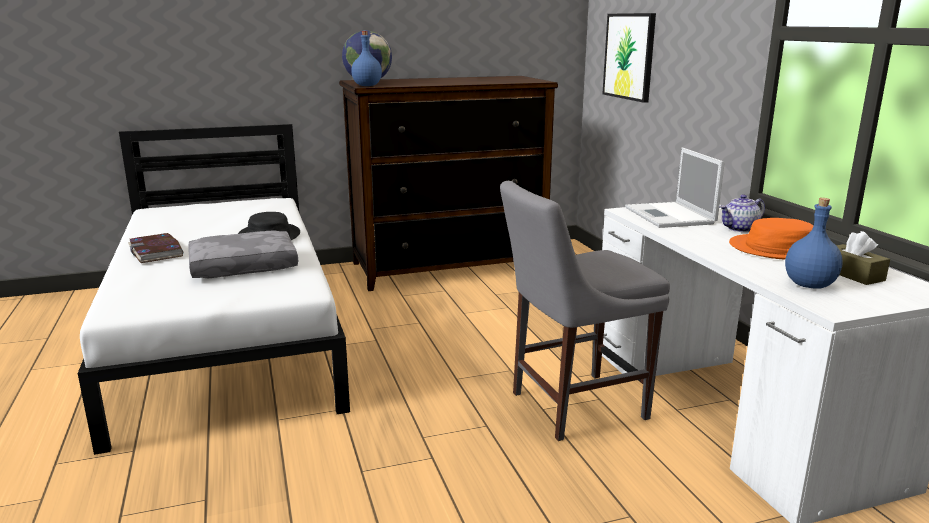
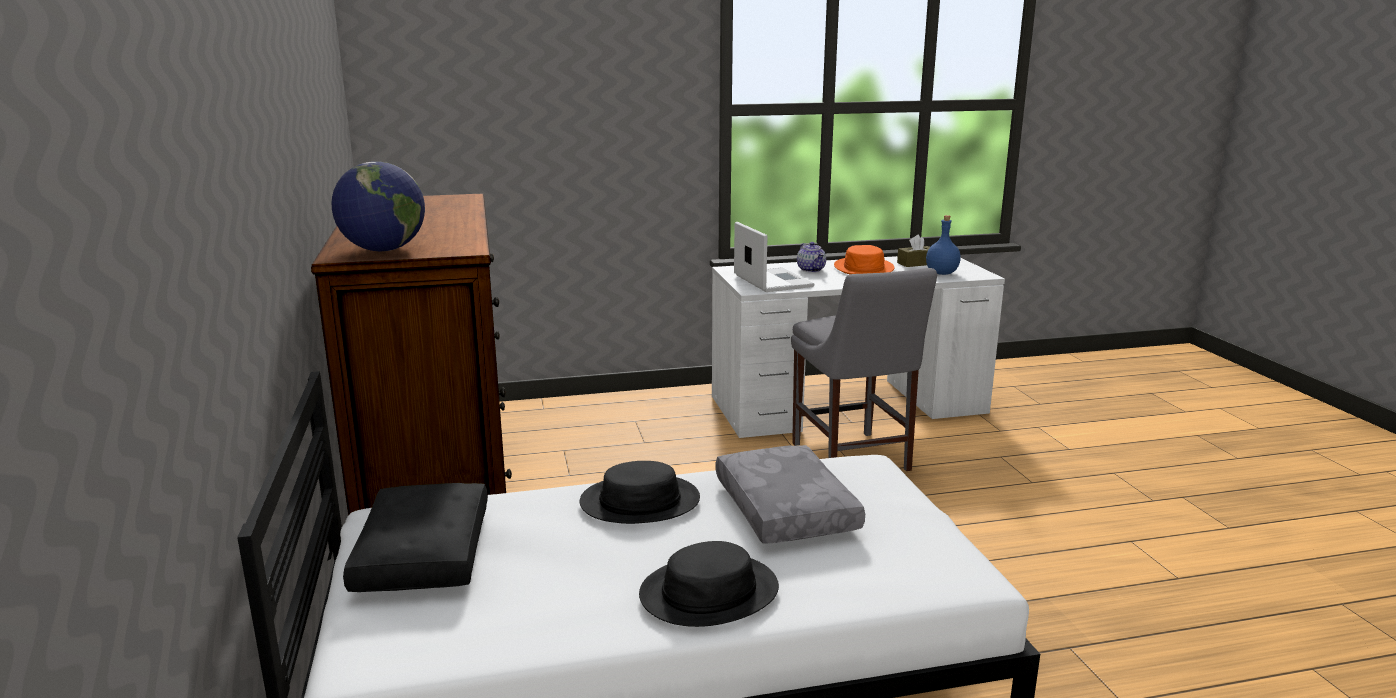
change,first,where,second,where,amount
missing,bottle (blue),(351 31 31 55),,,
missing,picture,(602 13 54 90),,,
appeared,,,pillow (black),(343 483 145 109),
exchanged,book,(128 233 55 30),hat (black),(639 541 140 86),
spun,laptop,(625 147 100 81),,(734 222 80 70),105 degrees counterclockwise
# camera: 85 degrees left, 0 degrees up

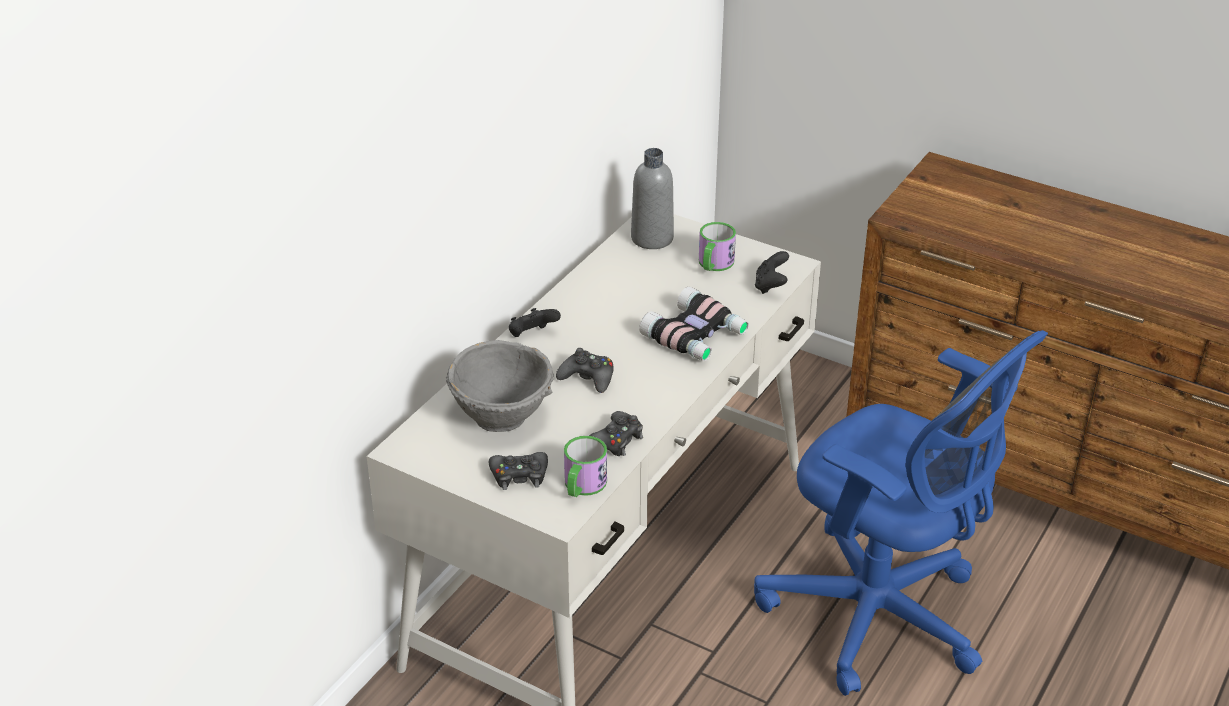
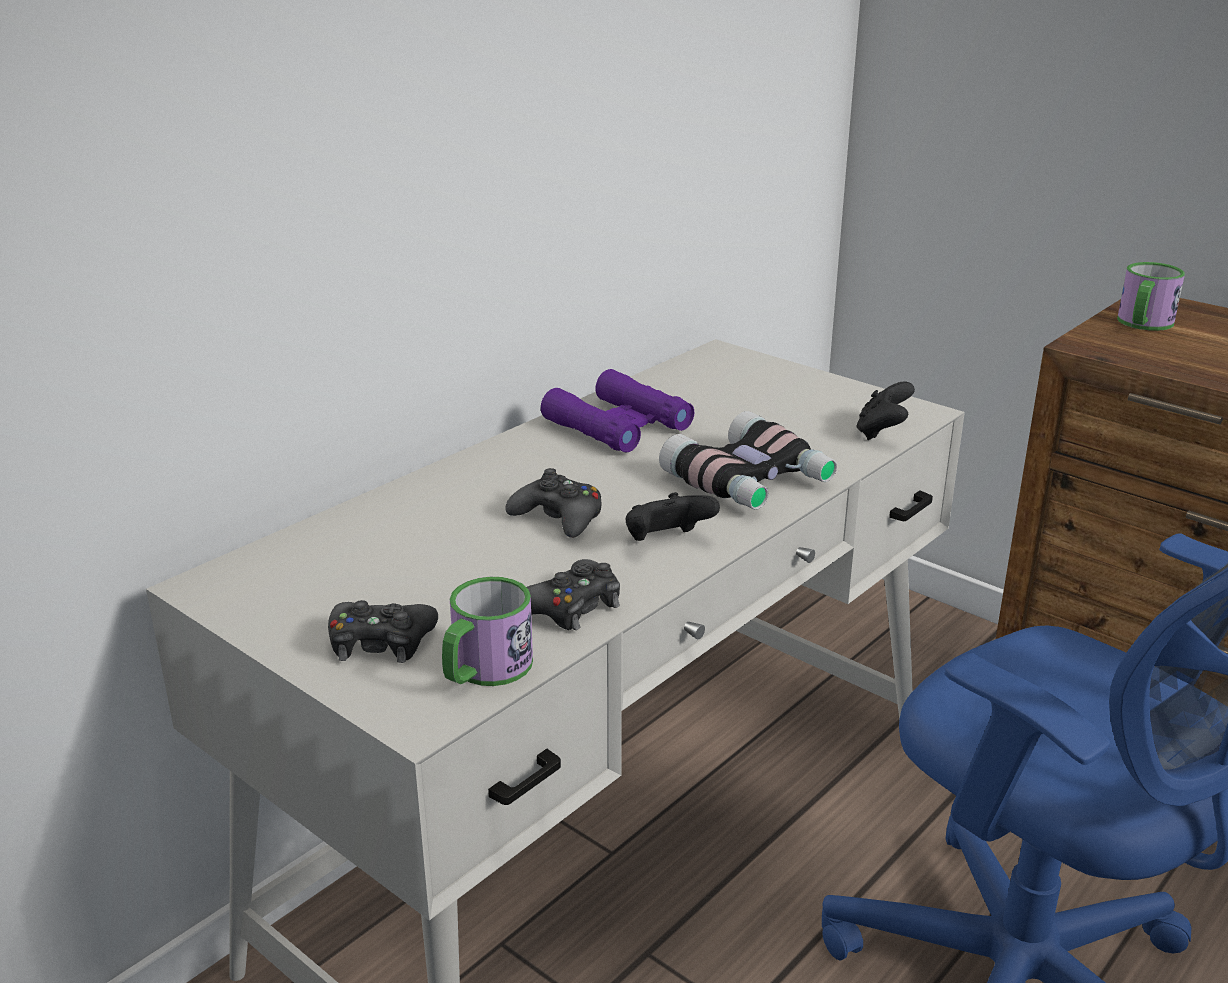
change,first,where,second,where,amount
missing,bowl (grey),(446 340 107 92),,,
missing,bottle (grey),(631 148 43 101),,,
appeared,,,binoculars (purple),(541 369 153 84),
relocated,game controller (black),(509 308 52 29),,(626 492 94 49),
relocated,mug,(699 222 37 49),,(1117 262 68 69),
# camera: 10 degrees right, 10 degrees down

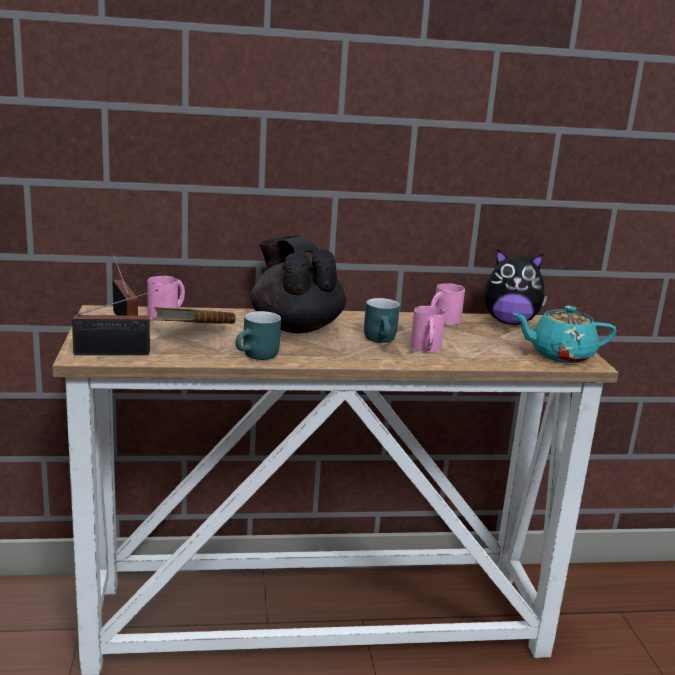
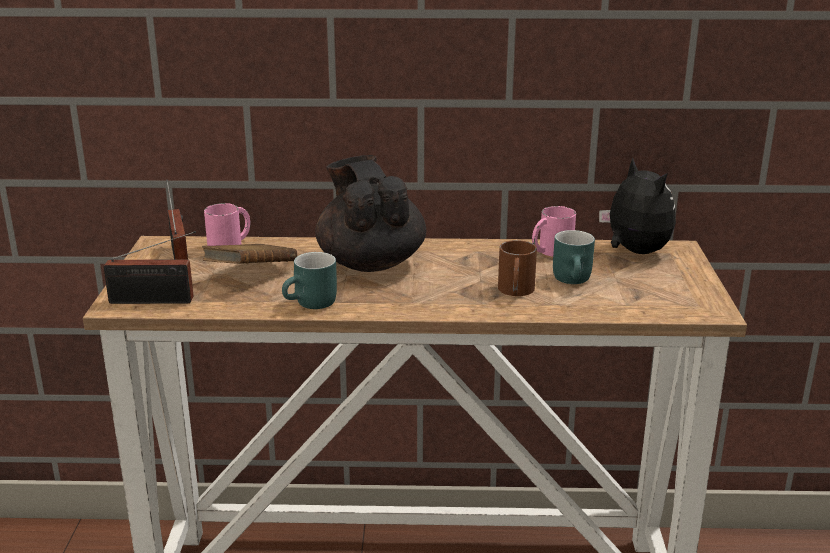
change,first,where,second,where,amount
missing,teapot (turquoise),(513 306 103 57),,,
relocated,mug (turquoise),(364 298 36 45),,(553 230 42 54),
colour,mug (pink),(411 306 34 46),mug (brown),(498 240 39 56),
spun,plush toy,(484 249 64 76),,(599 158 77 96),135 degrees counterclockwise
# camera: 10 degrees right, 5 degrees up

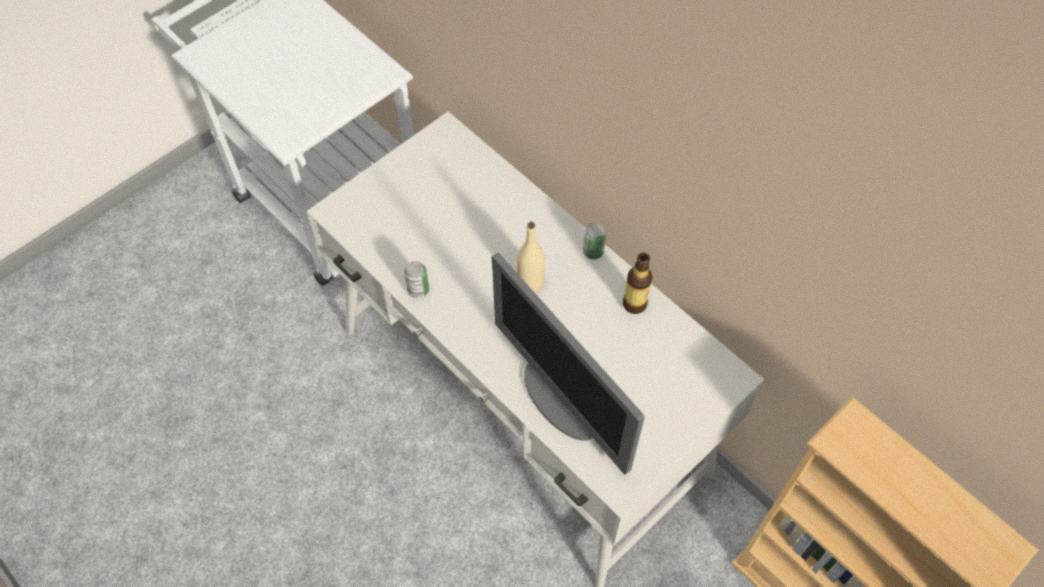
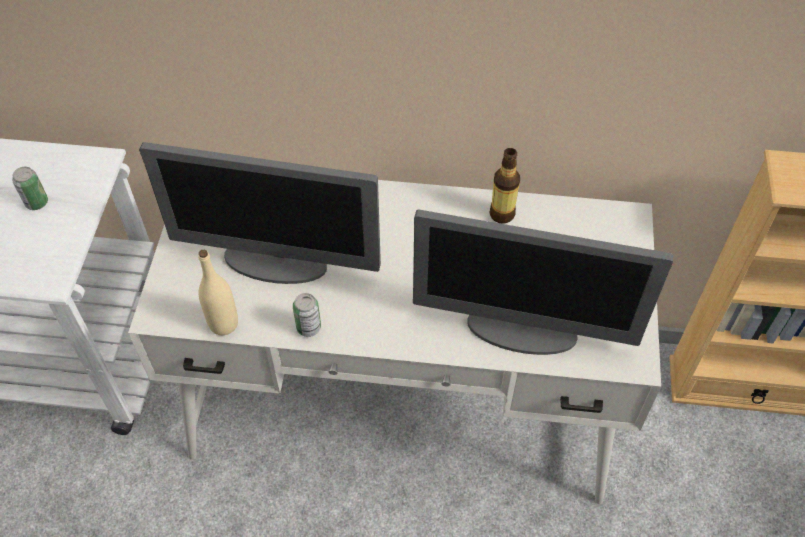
change,first,where,second,where,amount
appeared,,,monitor,(139 142 242 142),
relocated,bottle (beige),(517 222 28 71),,(198 250 40 85),
relocated,can,(583 222 23 37),,(12 167 36 43),
# camera: 40 degrees left, 5 degrees down

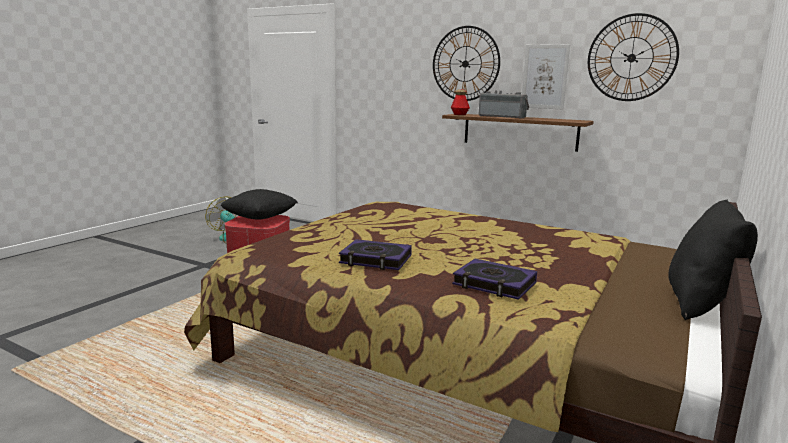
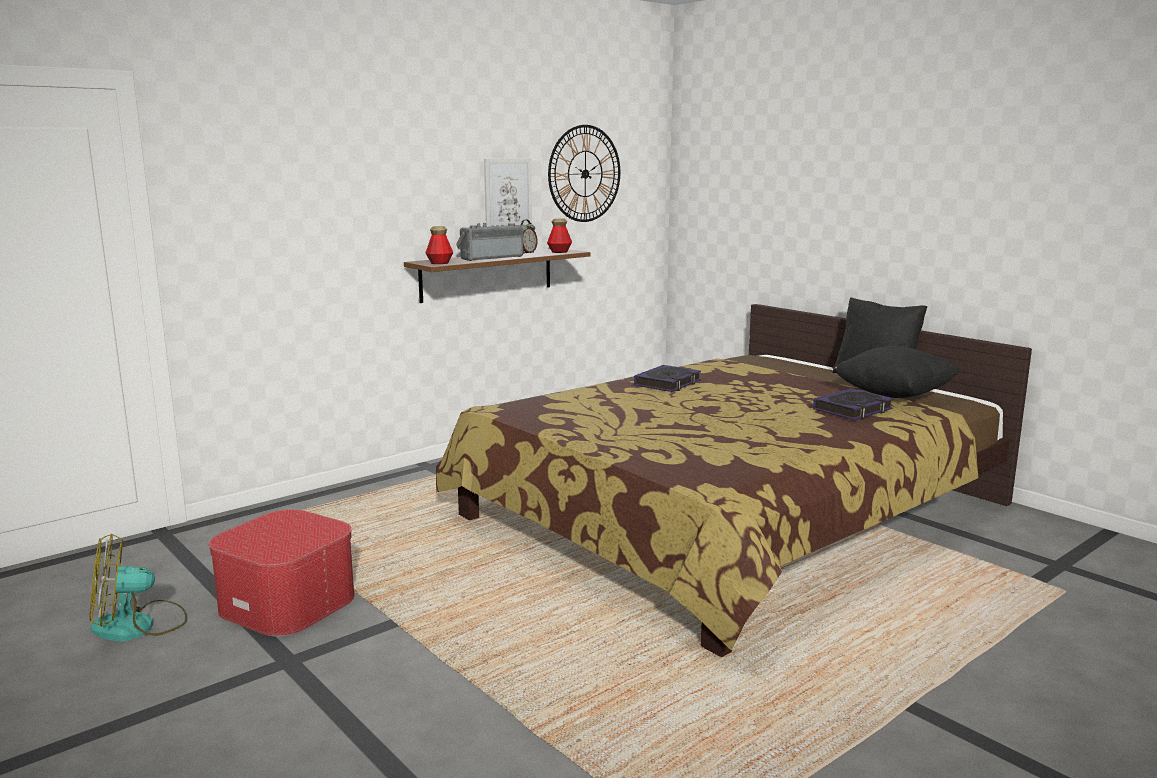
change,first,where,second,where,amount
missing,wall clock,(433 26 67 75),,,
appeared,,,alarm clock,(520 219 17 35),
appeared,,,bottle,(547 218 25 35),
relocated,pillow (black),(221 189 77 31),,(832 346 129 52),
relocated,book,(339 239 73 31),,(634 365 67 27),
# camera: 70 degrees left, 0 degrees up

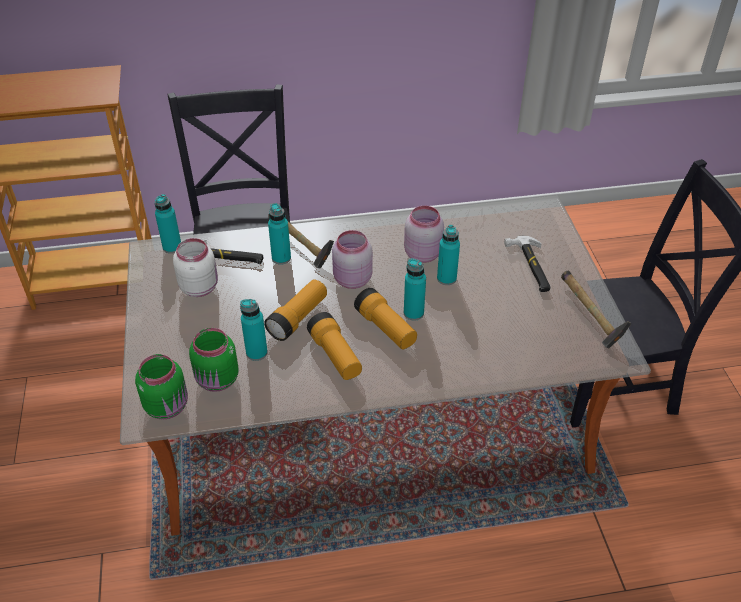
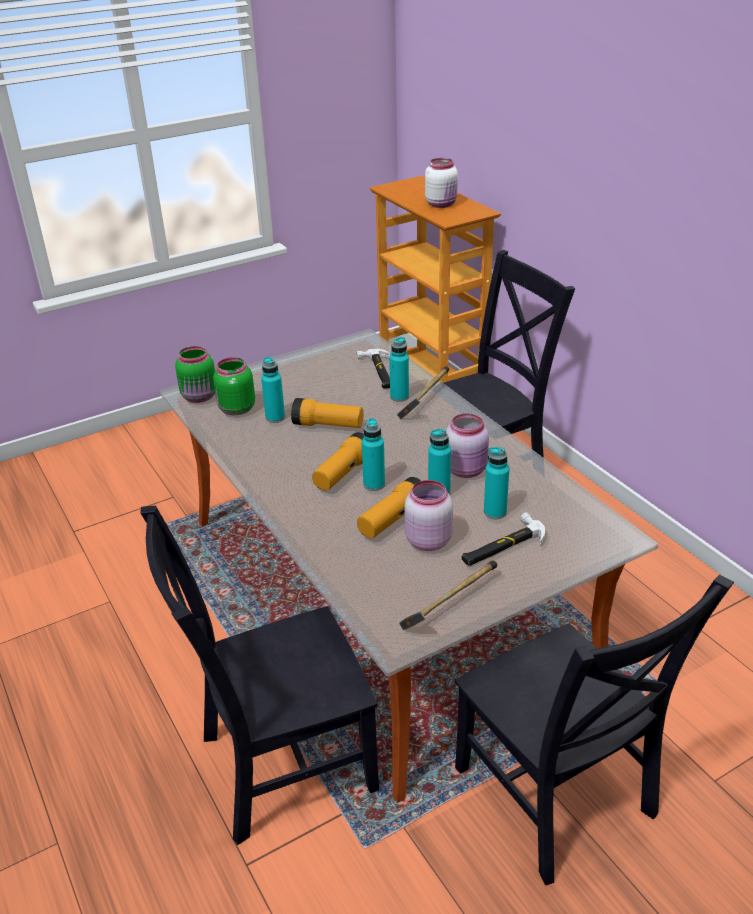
change,first,where,second,where,amount
appeared,,,chair (black),(140 506 239 339),
relocated,bottle (turquoise),(155 194 26 60),,(484 447 25 72),
relocated,jar (white),(173 238 45 59),,(425 158 33 50),
relocated,flashlight,(307 312 55 68),,(357 477 64 61),
relocated,jar (pink),(332 230 41 59),,(404 480 49 71),
# camera: 70 degrees right, 10 degrees down

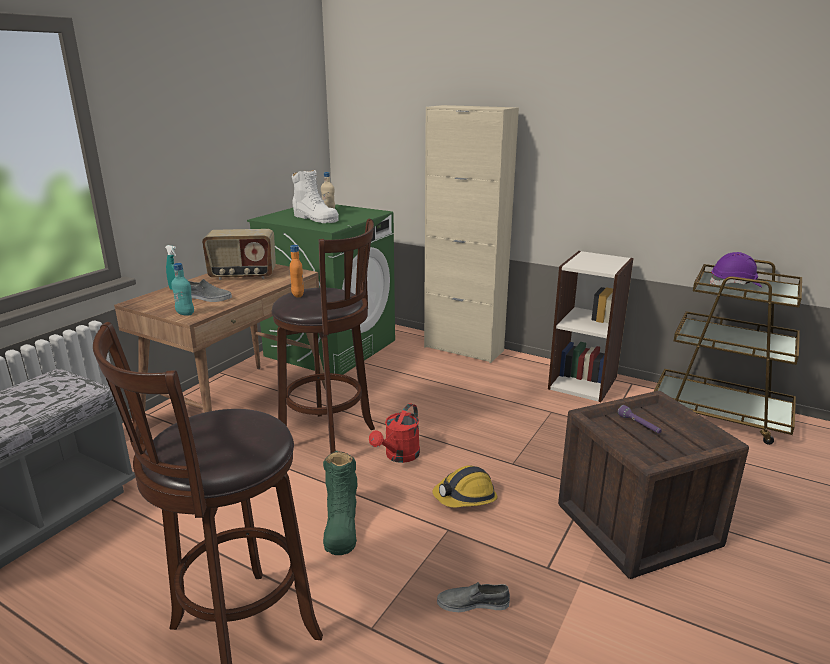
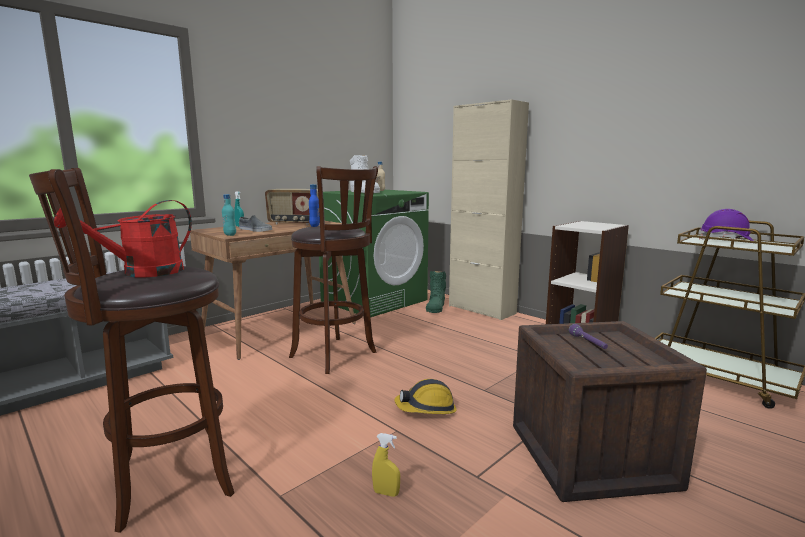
change,first,where,second,where,amount
relocated,boot (green),(323 451 35 104),,(426 271 20 42),
relocated,watering can (red),(369 403 51 60),,(54 200 138 77),
exchanged,shoe (grey),(437 582 73 30),spray bottle (yellow),(372 433 28 64),
colour,bottle (orange),(290 245 14 53),bottle (blue),(309 184 11 43),
# camera: 15 degrees right, 10 degrees down

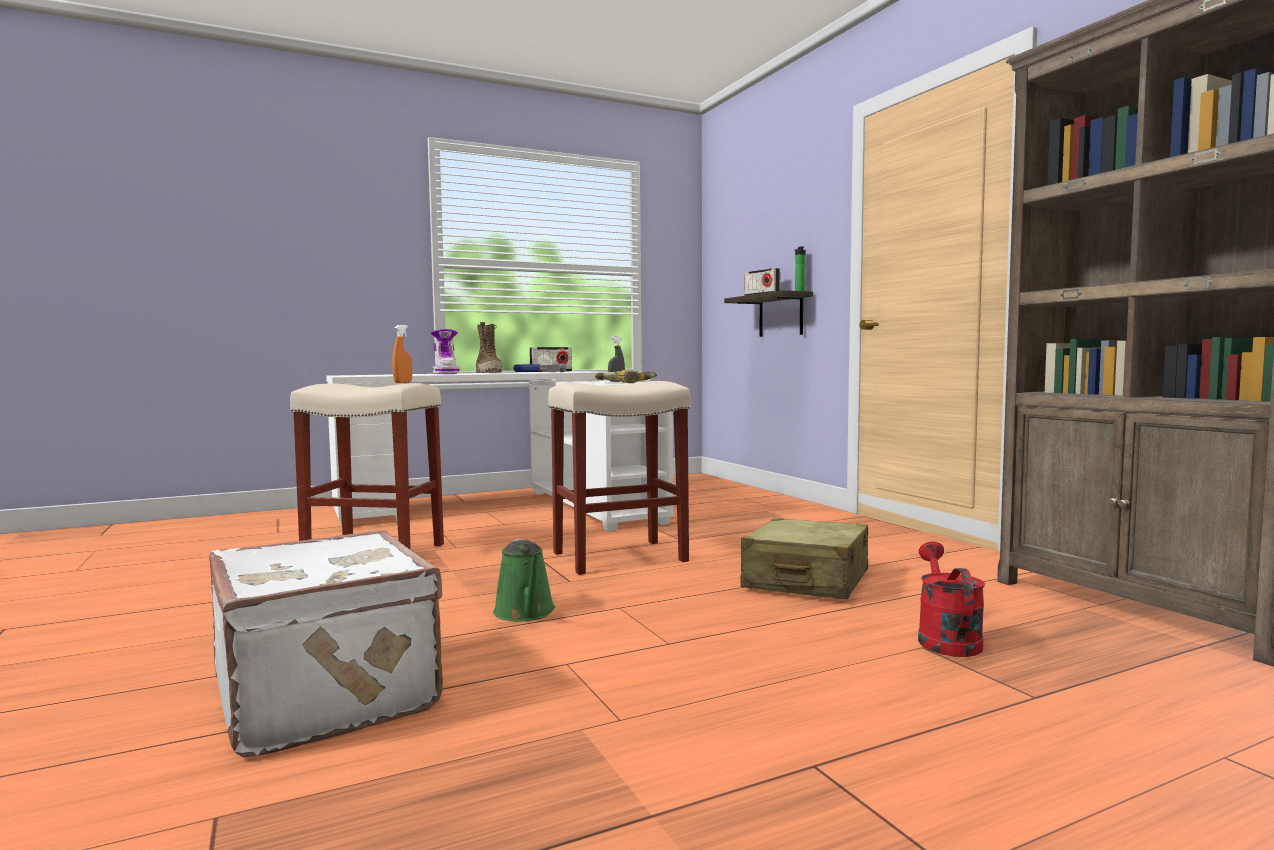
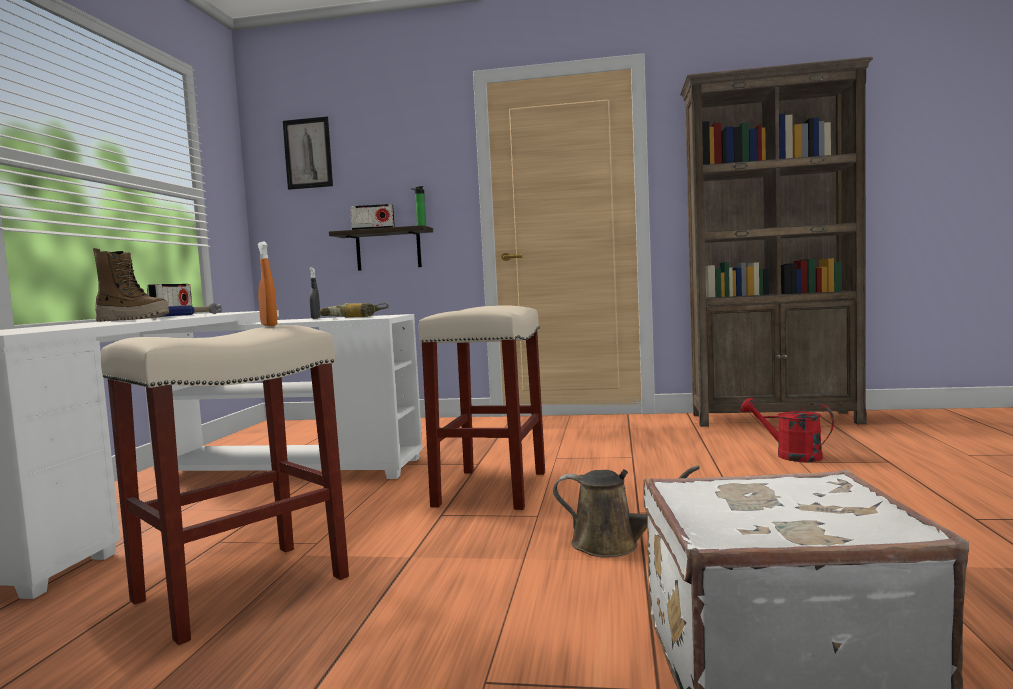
change,first,where,second,where,amount
missing,boot,(431 329 29 45),,,
missing,suitcase (beige),(741 518 127 81),,,
appeared,,,picture,(283 117 50 73),
colour,watering can (green),(493 539 62 82),watering can (brown),(553 466 147 92),
# camera: 55 degrees left, 0 degrees up

